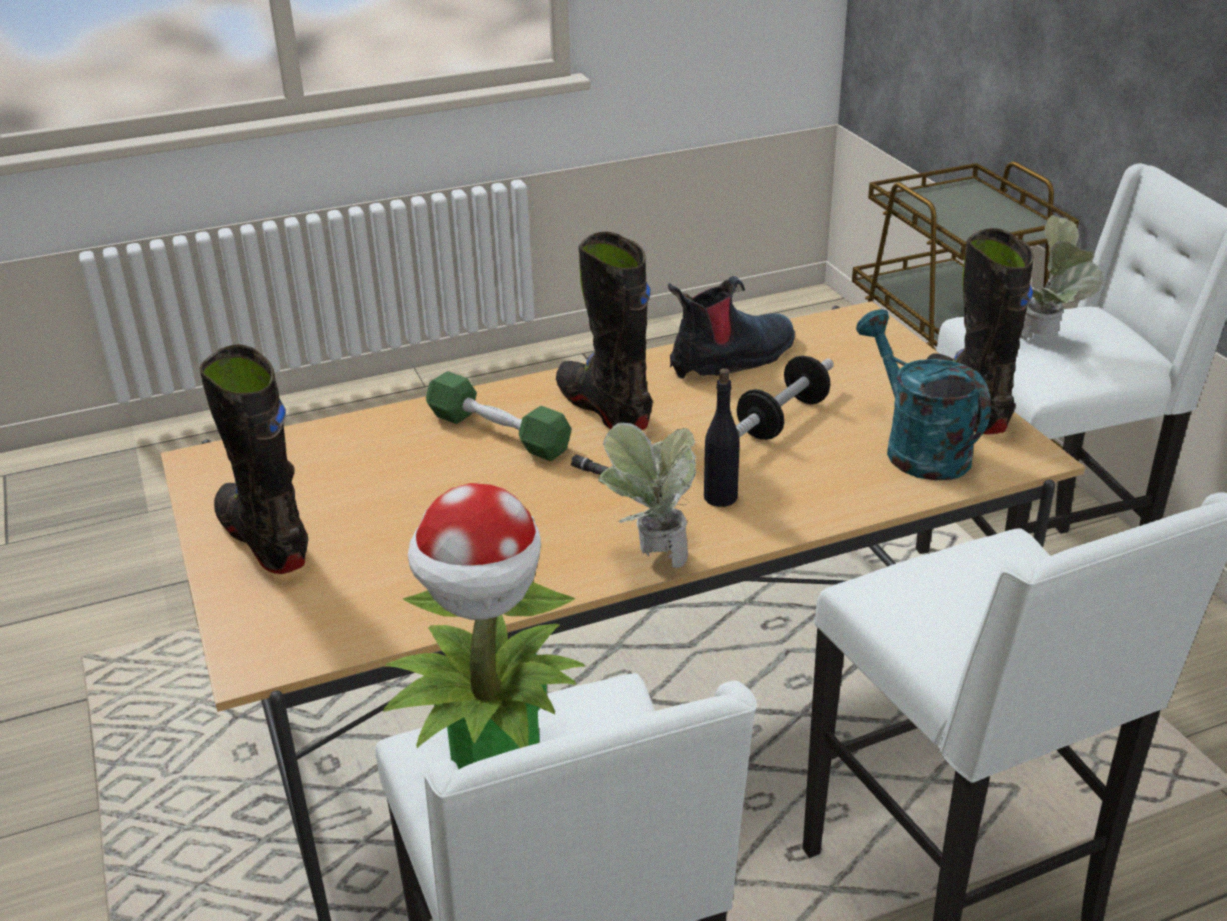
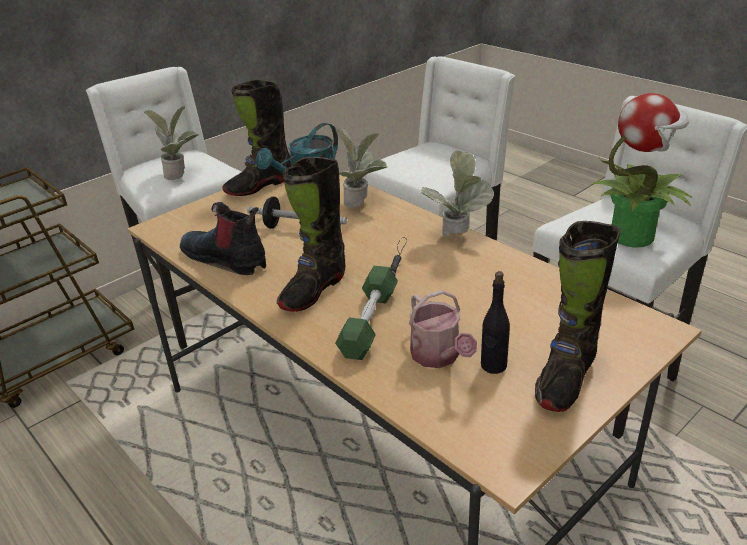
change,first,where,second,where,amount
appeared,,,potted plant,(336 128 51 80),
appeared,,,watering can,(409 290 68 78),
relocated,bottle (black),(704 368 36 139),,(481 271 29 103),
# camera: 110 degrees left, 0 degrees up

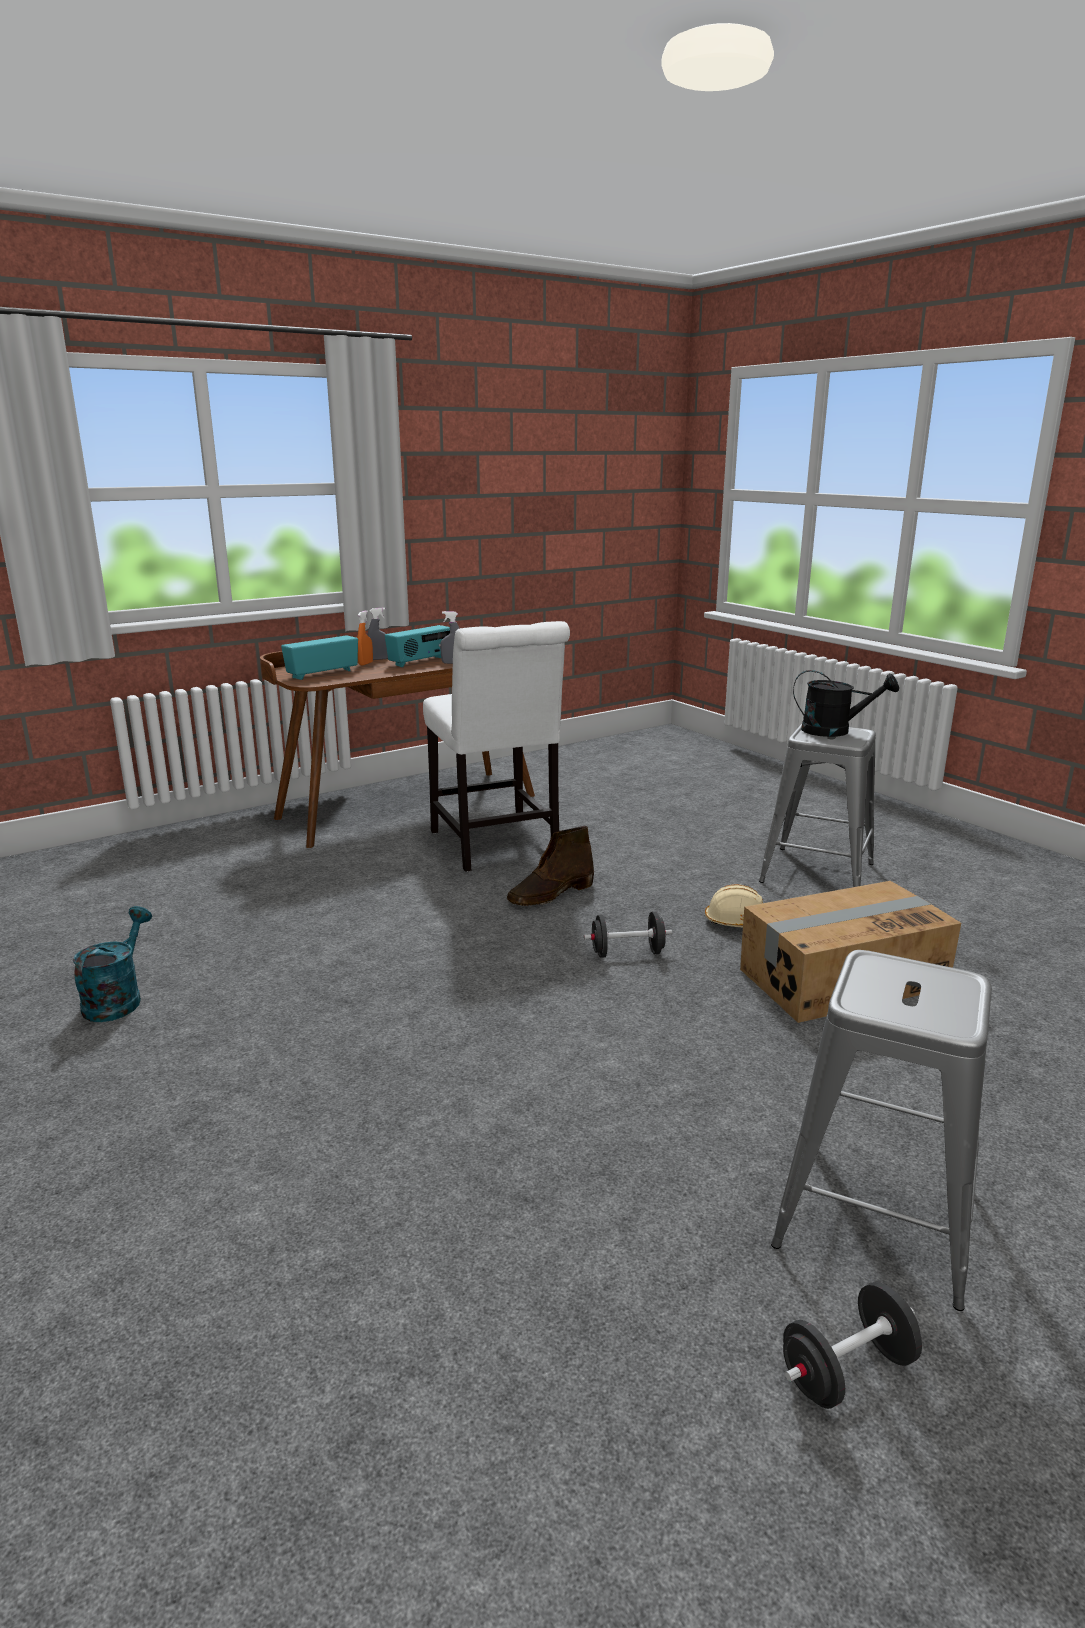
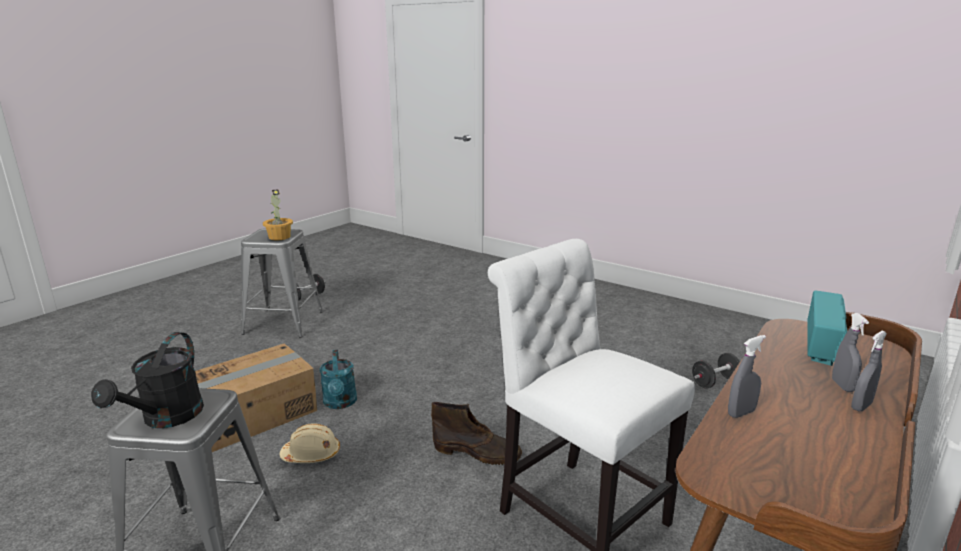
change,first,where,second,where,amount
missing,radio,(385 625 65 42),,,
appeared,,,potted plant,(263 189 30 52),
relocated,watering can (turquoise),(73 906 79 116),,(320 350 37 59),
relocated,dumbbell (black),(584 912 88 46),,(692 353 48 36),
colour,spray bottle (orange),(357 611 16 54),spray bottle (grey),(832 313 37 79),
spun,boot (brown),(507 826 87 80),,(431 402 91 63),75 degrees clockwise
spun,watering can (black),(793 670 106 67),,(91 332 113 96),75 degrees counterclockwise
# camera: 160 degrees right, 0 degrees up

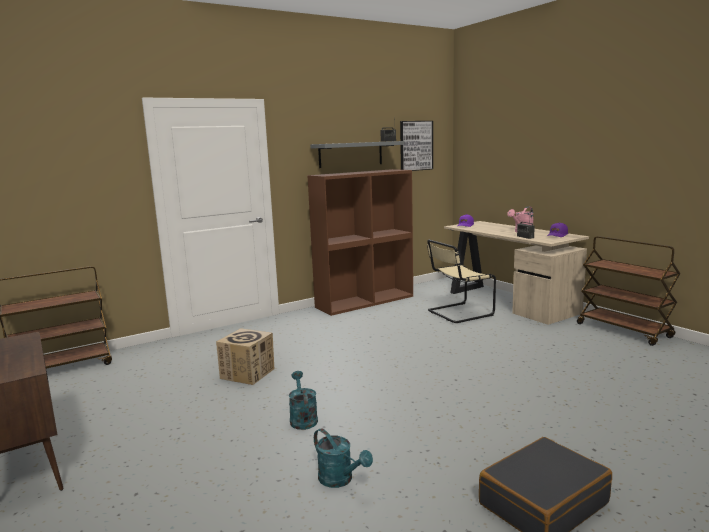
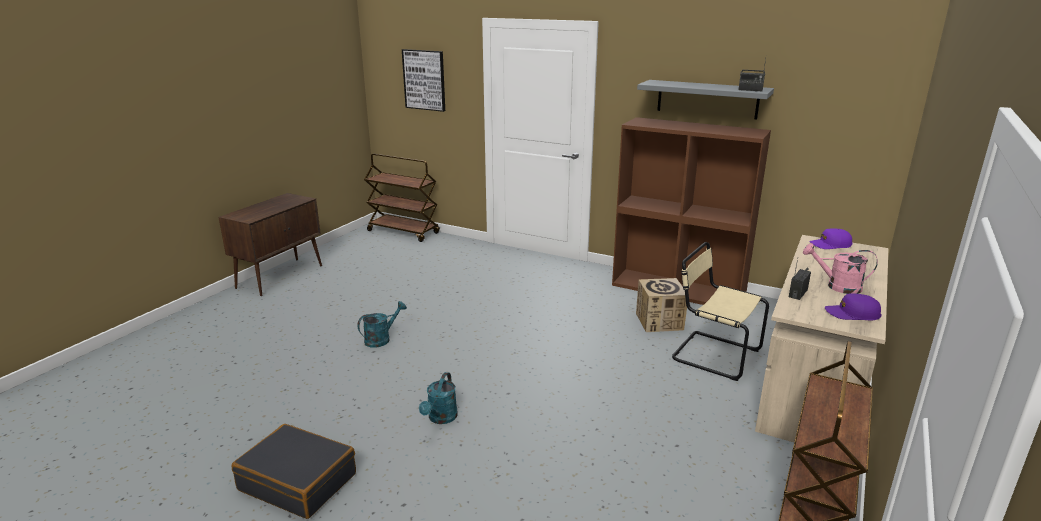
change,first,where,second,where,amount
relocated,cardboard box,(216 328 58 57),,(636 278 51 54),
relocated,watering can (turquoise),(314 428 59 60),,(419 372 39 52),
relocated,picture,(400 121 33 50),,(402 49 43 63),
# camera: 60 degrees right, 10 degrees up

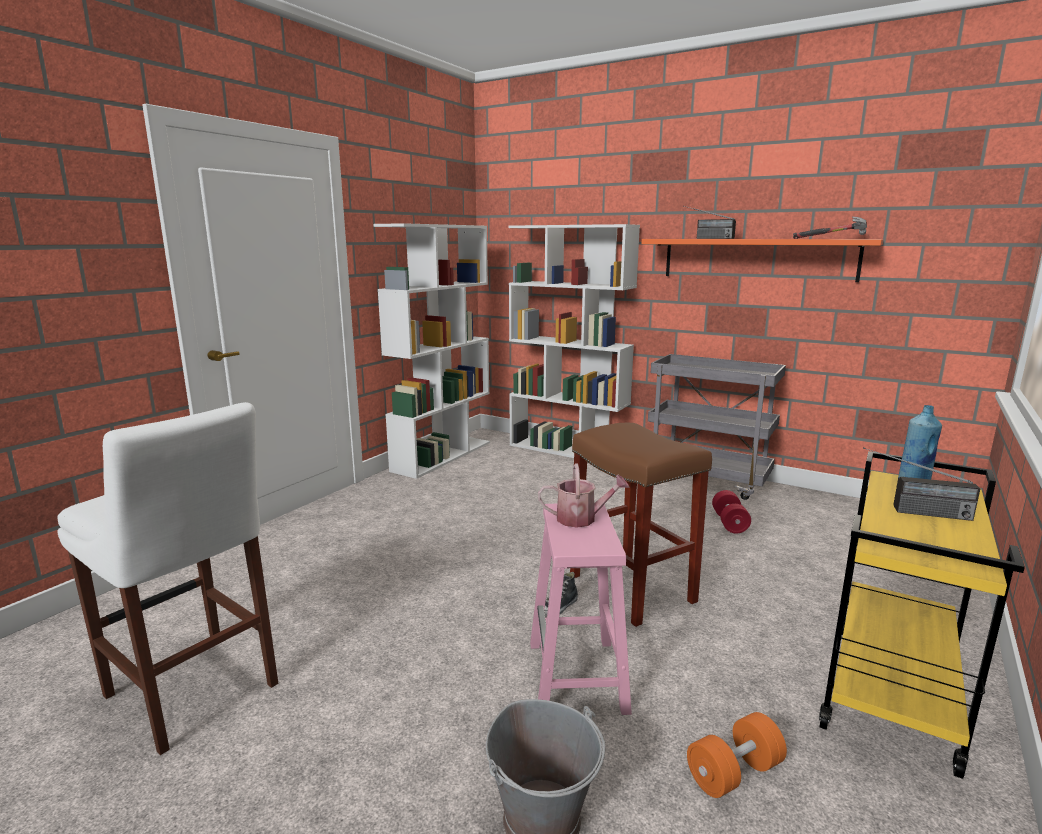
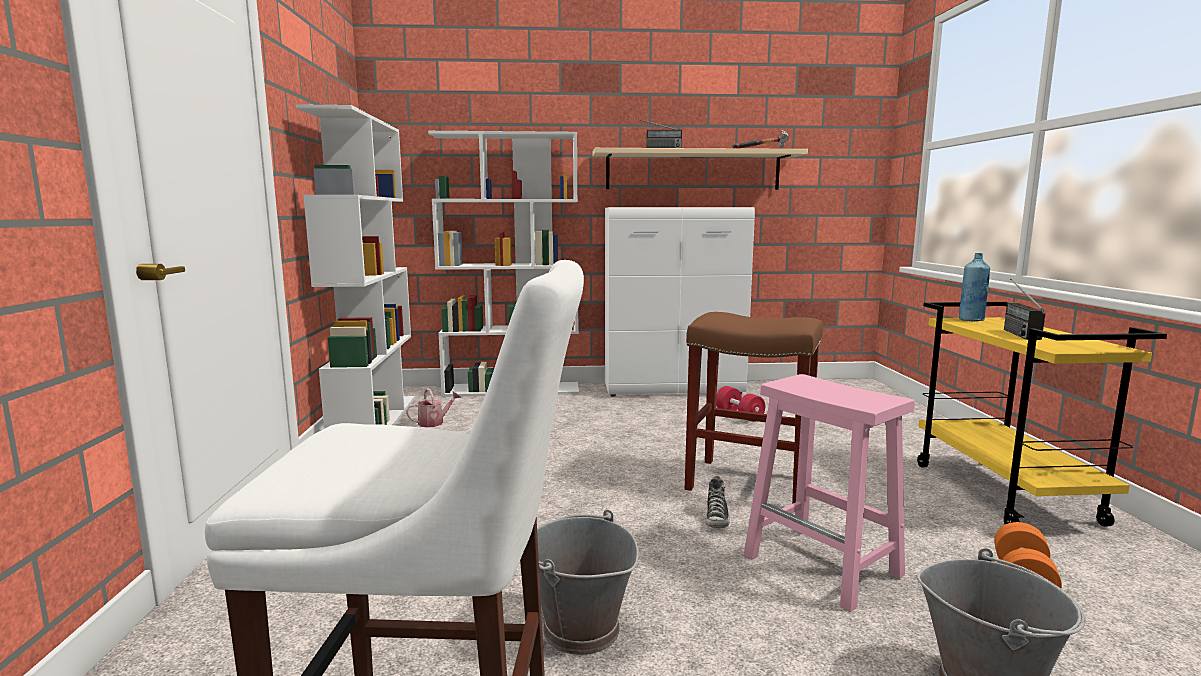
change,first,where,second,where,amount
appeared,,,bucket (grey),(537 510 102 145),
relocated,watering can,(538 464 91 64),,(406 388 55 39),
exchanged,cart (grey),(648 354 138 146),cabinet (white),(605 207 150 190),
colour,shelf (orange),(642 239 241 43),shelf (beige),(593 148 215 42),
spun,radio,(863 448 117 73),,(1004 279 41 61),120 degrees clockwise
# camera: 35 degrees left, 5 degrees down

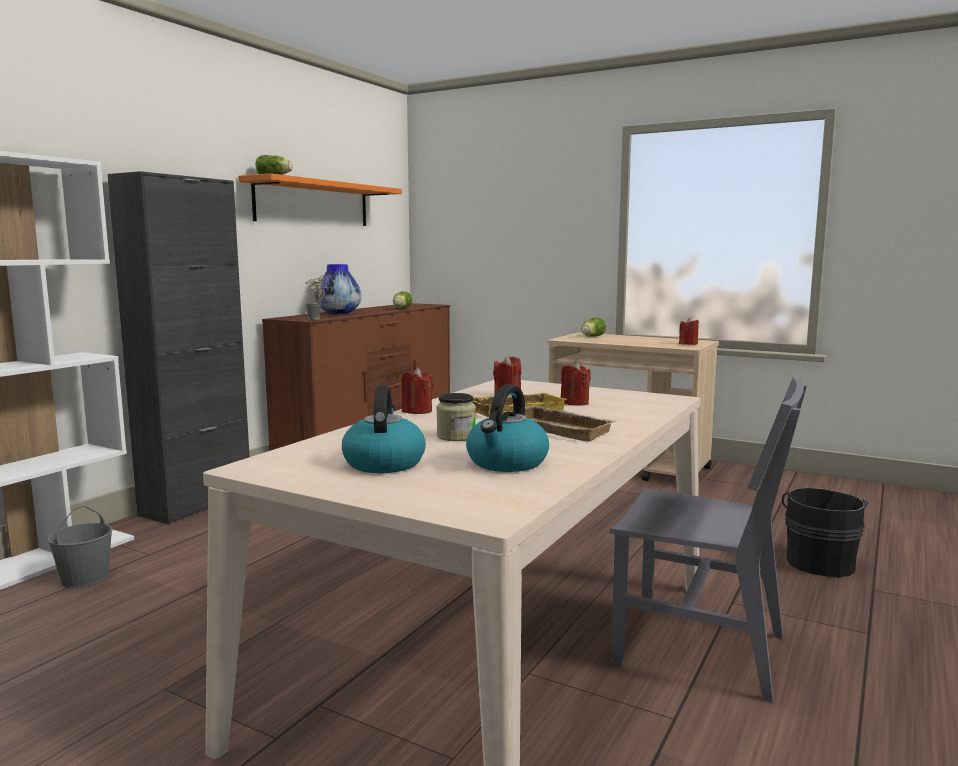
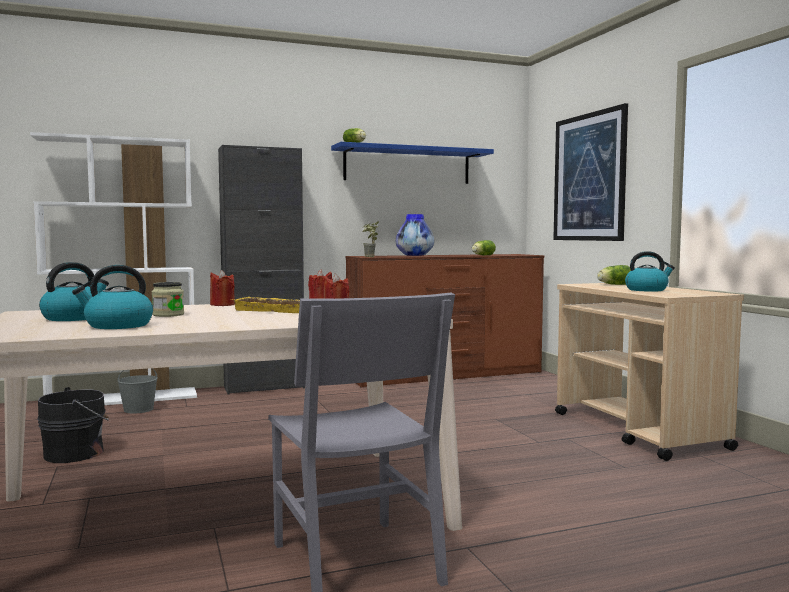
change,first,where,second,where,amount
missing,tray (beige),(504 405 114 37),,,
missing,candle (red),(679 317 20 28),,,
appeared,,,picture,(553 103 75 138),
appeared,,,kettle,(625 251 50 41),
relocated,bucket (black),(782 488 86 89),,(37 387 72 76),
colour,shelf (orange),(238 173 164 53),shelf (blue),(331 142 163 42),
# camera: 40 degrees right, 5 degrees down

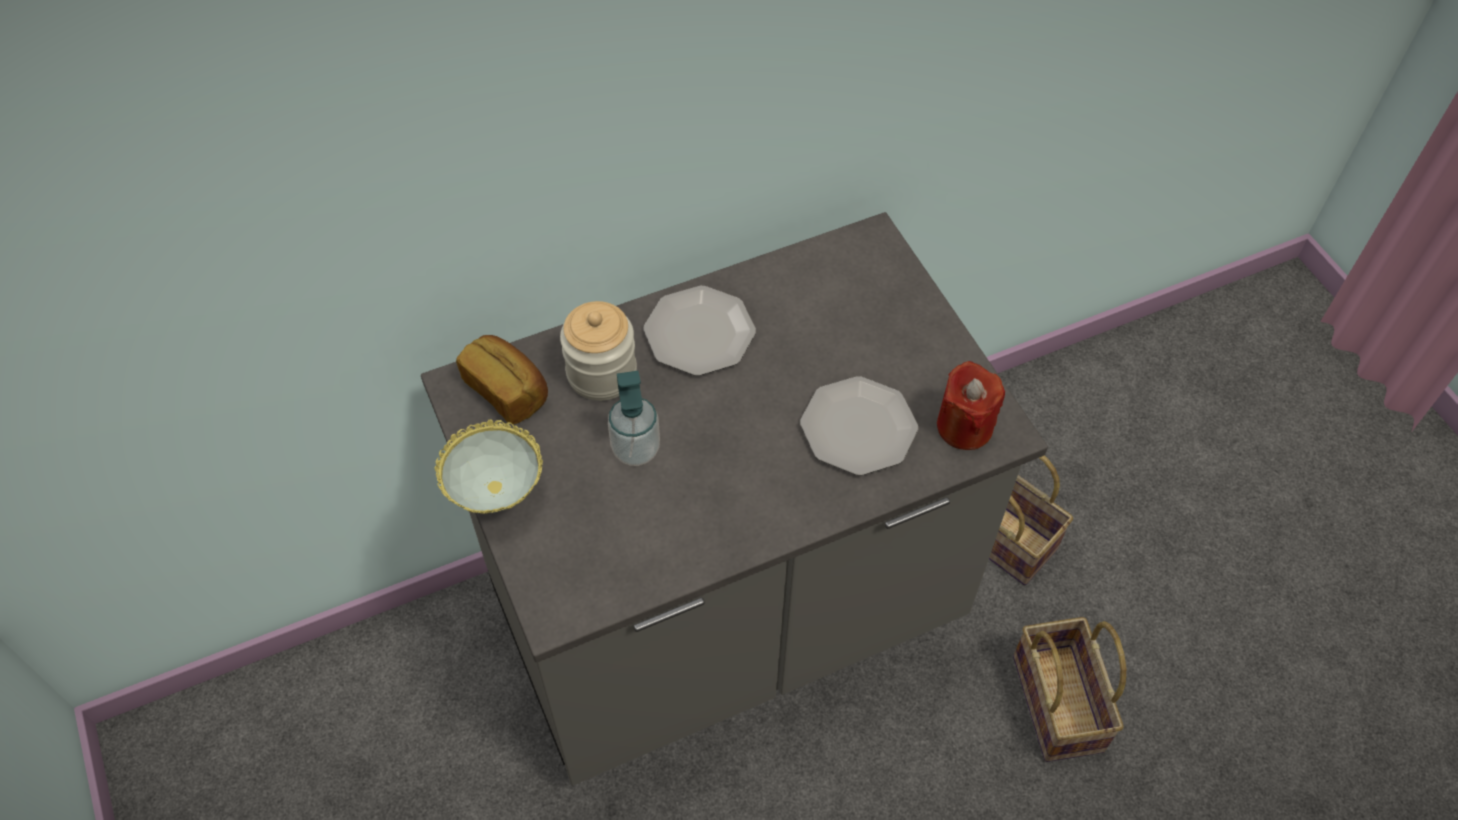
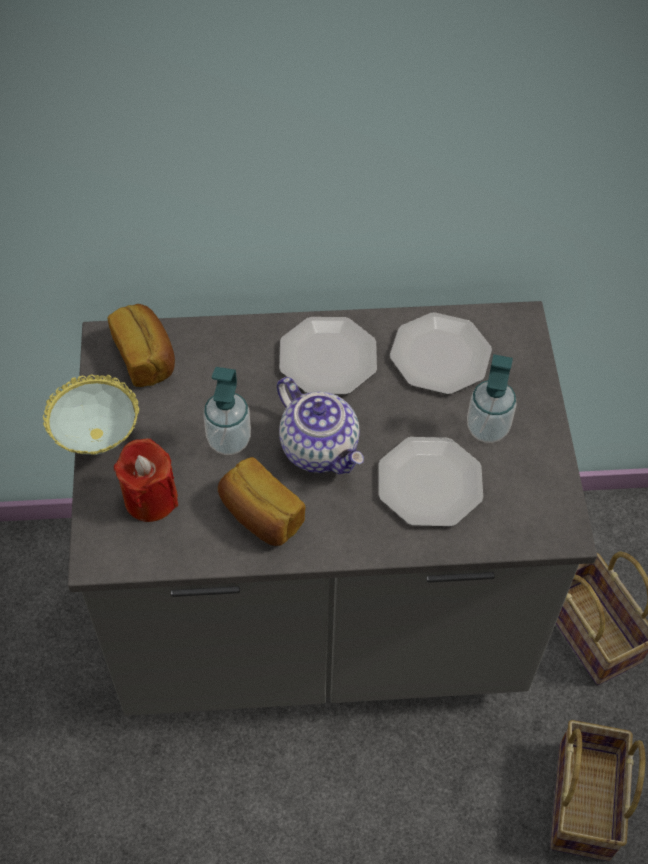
change,first,where,second,where,amount
missing,jar,(560 301 77 100),,,
appeared,,,bread,(218 457 87 89),
appeared,,,teapot,(277 377 87 97),
appeared,,,plate,(390 312 102 83),
appeared,,,soap dispenser,(467 354 49 89),
relocated,candle (red),(937 361 68 89),,(114 438 64 84),
# camera: 20 degrees right, 0 degrees up

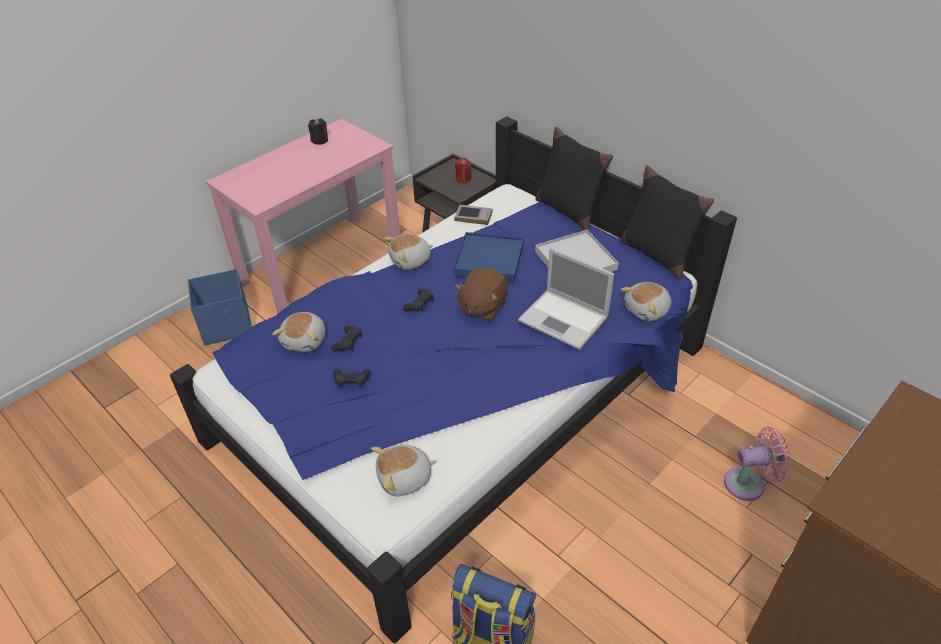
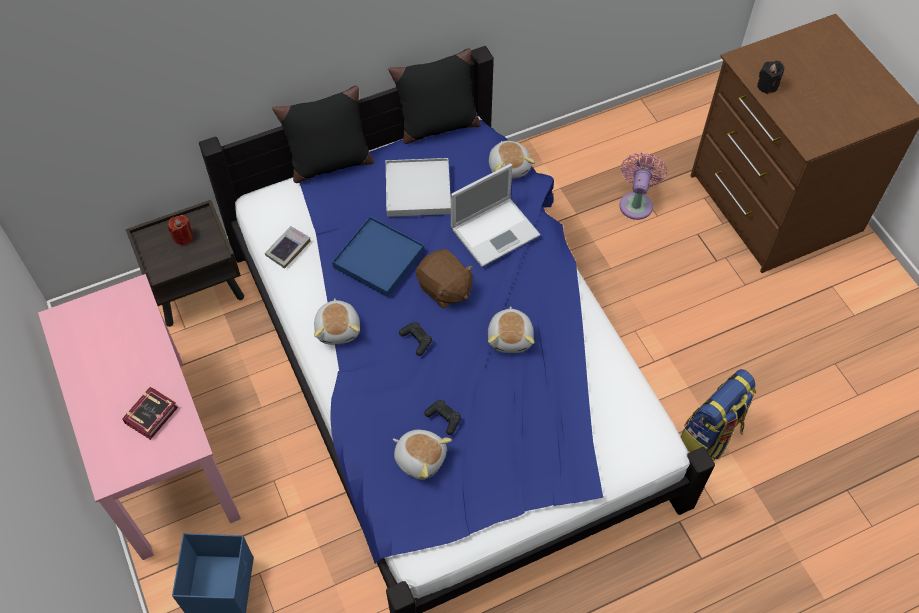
change,first,where,second,where,amount
missing,game controller (black),(334 369 36 18),,,
appeared,,,book,(122 387 56 53),
relocated,candle (black),(308 119 20 26),,(757 61 27 33),
relocated,plush toy,(371 445 66 51),,(488 306 47 47),
# camera: 70 degrees left, 15 degrees up

